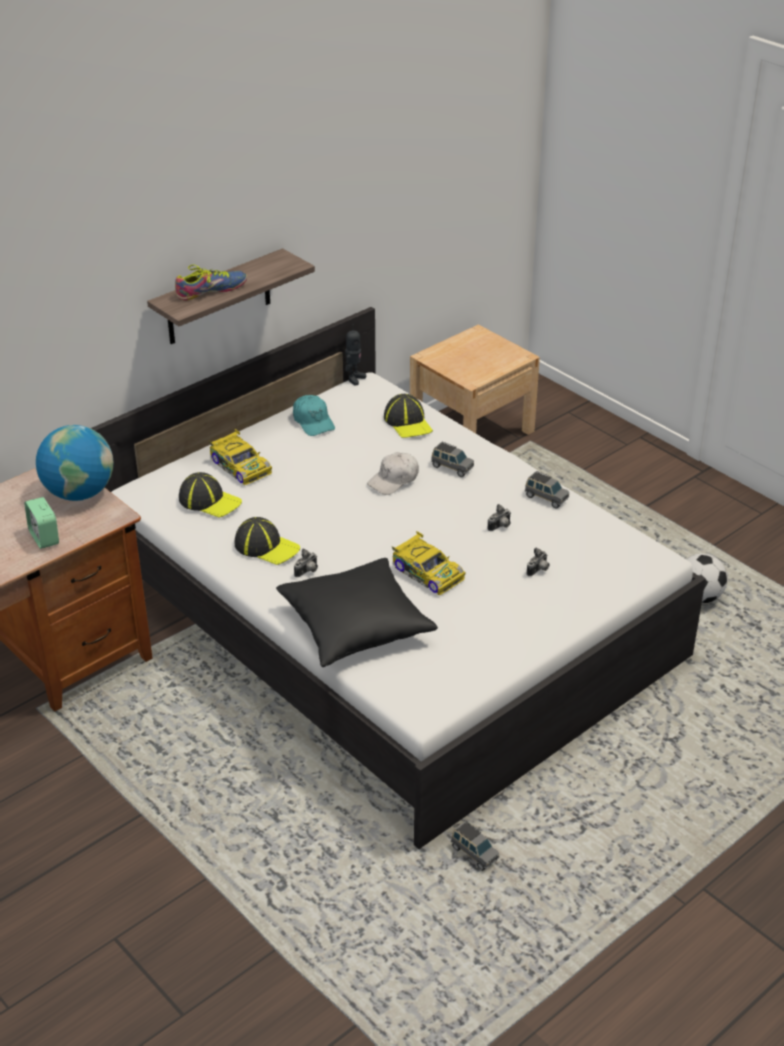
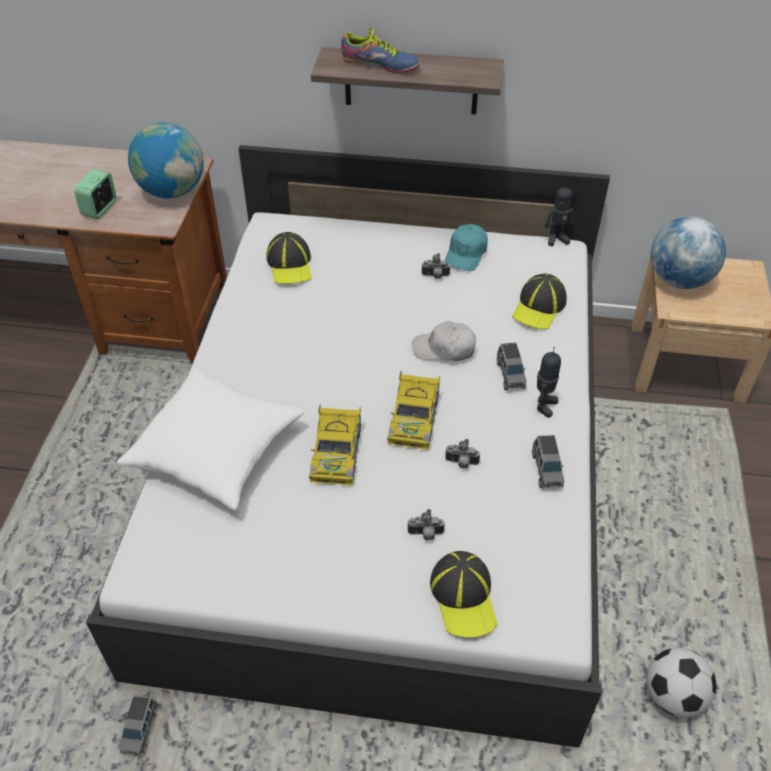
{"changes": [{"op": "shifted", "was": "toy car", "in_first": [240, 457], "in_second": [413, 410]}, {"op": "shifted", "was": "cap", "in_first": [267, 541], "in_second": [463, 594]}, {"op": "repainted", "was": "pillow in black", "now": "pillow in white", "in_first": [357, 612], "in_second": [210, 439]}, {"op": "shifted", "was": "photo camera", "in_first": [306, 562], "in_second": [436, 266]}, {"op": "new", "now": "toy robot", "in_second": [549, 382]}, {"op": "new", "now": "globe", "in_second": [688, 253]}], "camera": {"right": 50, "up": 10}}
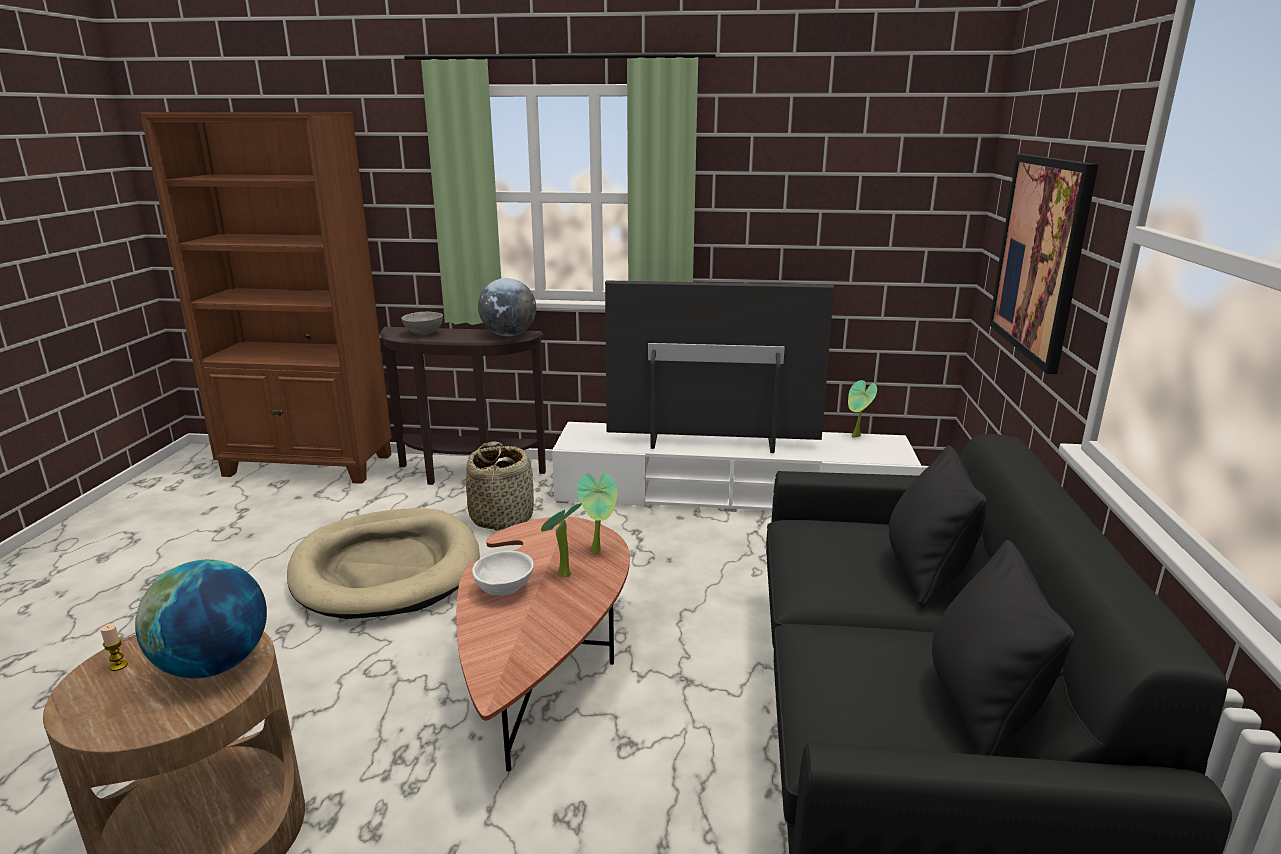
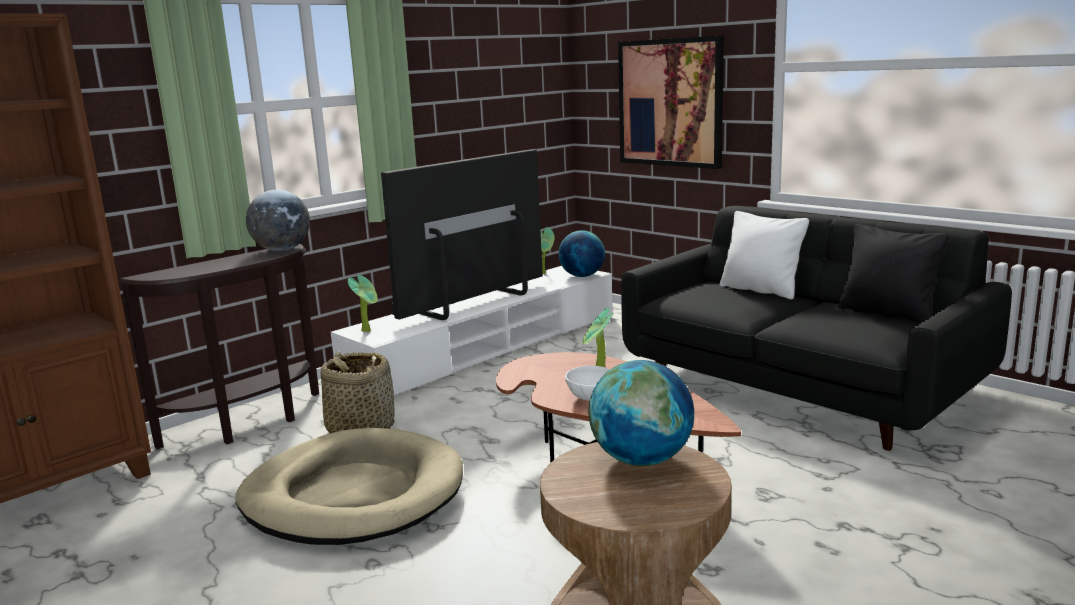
{"changes": [{"op": "gone", "was": "candle", "in_first": [114, 648]}, {"op": "gone", "was": "bowl in grey", "in_first": [422, 323]}, {"op": "shifted", "was": "potted plant", "in_first": [597, 513], "in_second": [363, 303]}, {"op": "repainted", "was": "pillow in black", "now": "pillow in white", "in_first": [938, 526], "in_second": [764, 255]}, {"op": "new", "now": "globe", "in_second": [582, 253]}], "camera": {"right": -50, "up": -5}}
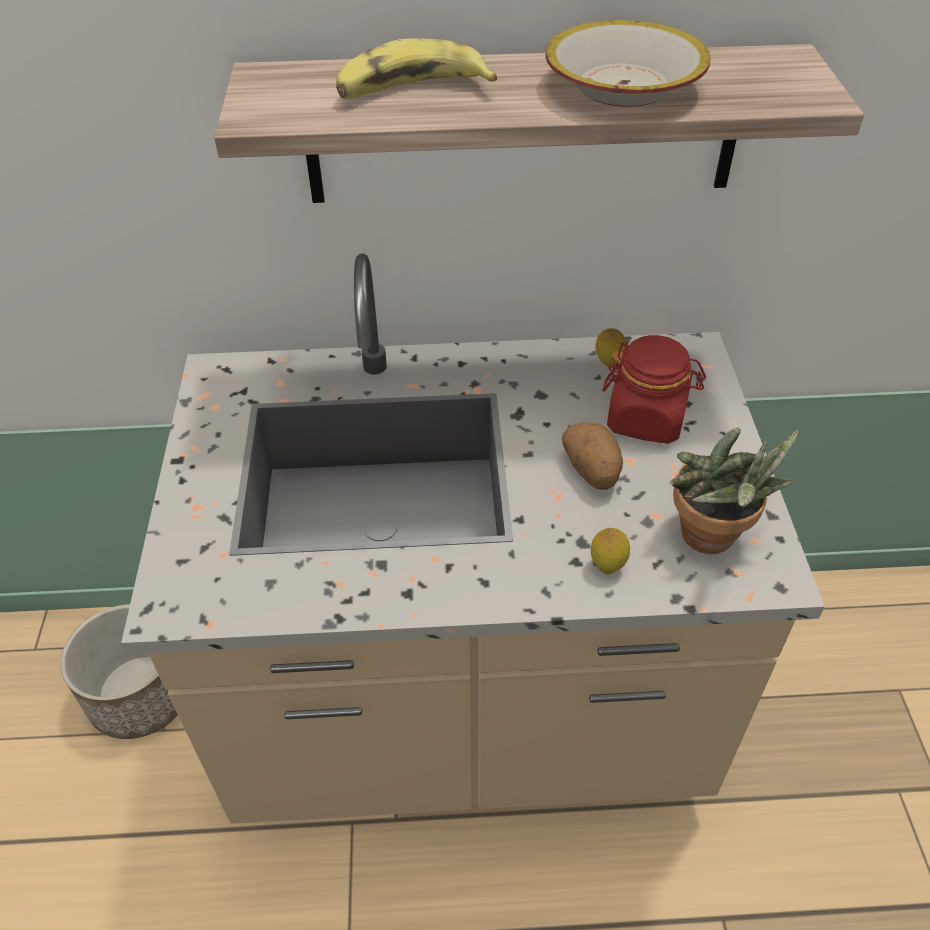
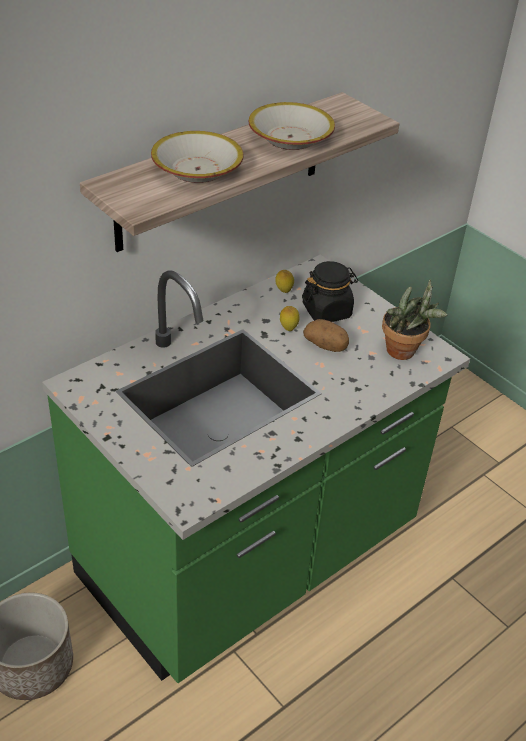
{"changes": [{"op": "repainted", "was": "counter in beige", "now": "counter in green", "in_first": [473, 539], "in_second": [256, 469]}, {"op": "swapped", "was": "banana", "now": "bowl", "in_first": [416, 69], "in_second": [197, 157]}, {"op": "shifted", "was": "lemon", "in_first": [610, 551], "in_second": [290, 318]}, {"op": "repainted", "was": "jar in red", "now": "jar in black", "in_first": [654, 389], "in_second": [330, 291]}], "camera": {"right": -40, "up": -5}}
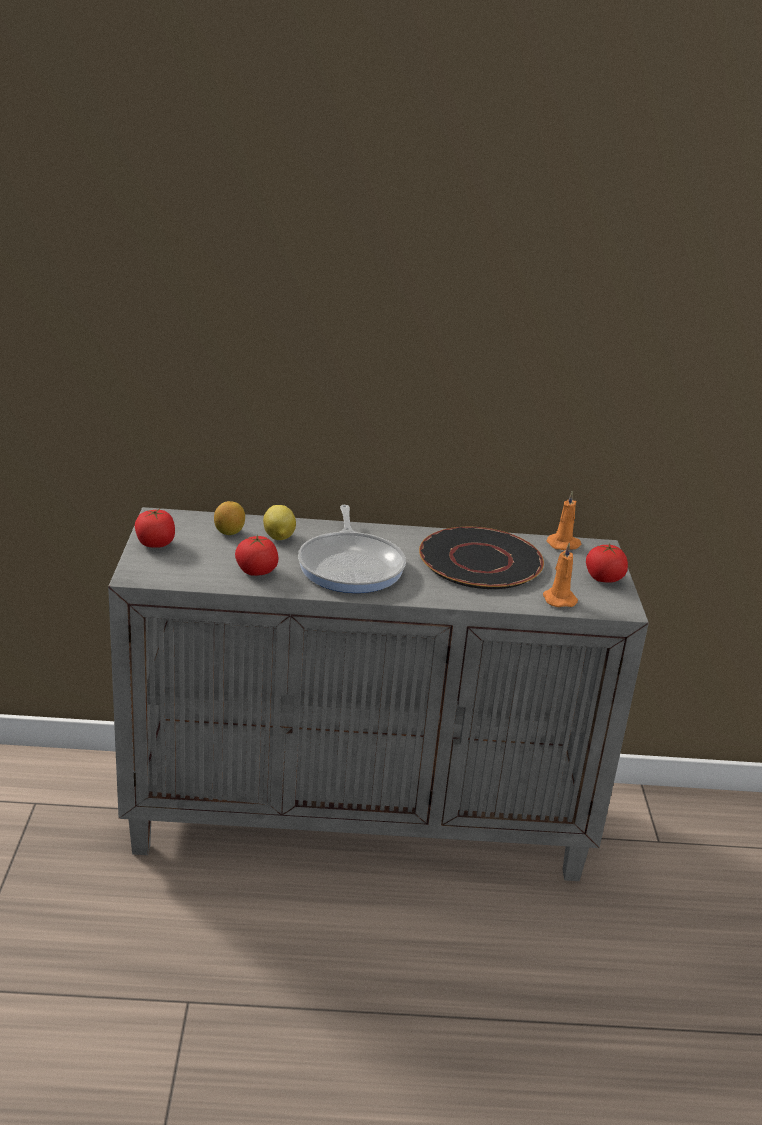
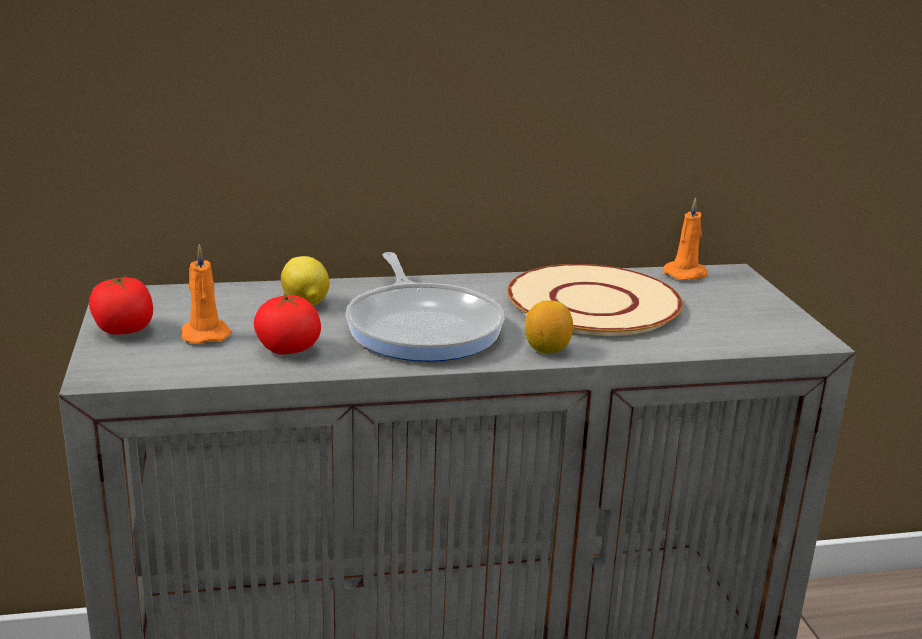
{"changes": [{"op": "shifted", "was": "lemon", "in_first": [229, 518], "in_second": [549, 327]}, {"op": "repainted", "was": "plate in black", "now": "plate in beige", "in_first": [481, 558], "in_second": [595, 300]}, {"op": "shifted", "was": "candle in orange", "in_first": [560, 575], "in_second": [206, 294]}, {"op": "gone", "was": "tomato", "in_first": [607, 563]}], "camera": {"right": -10, "up": -5}}
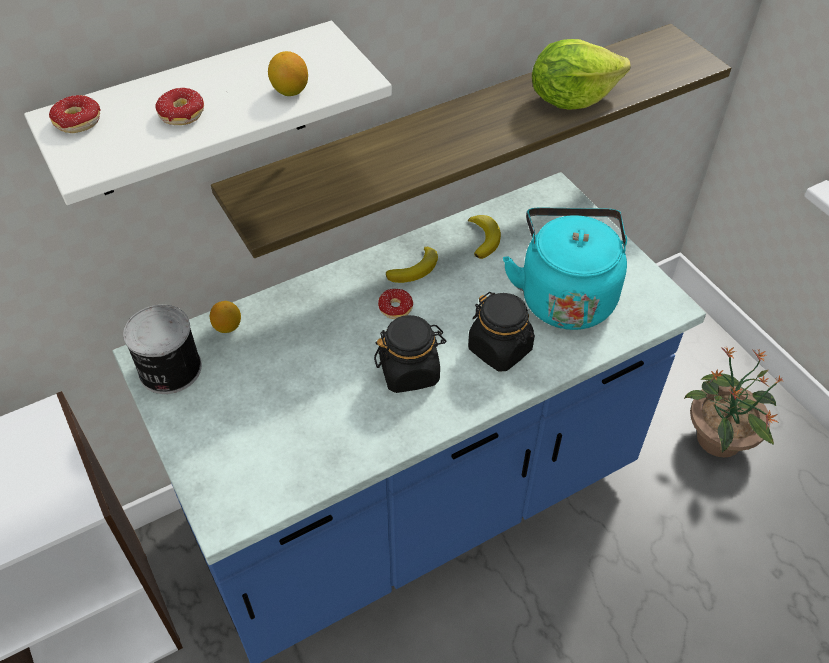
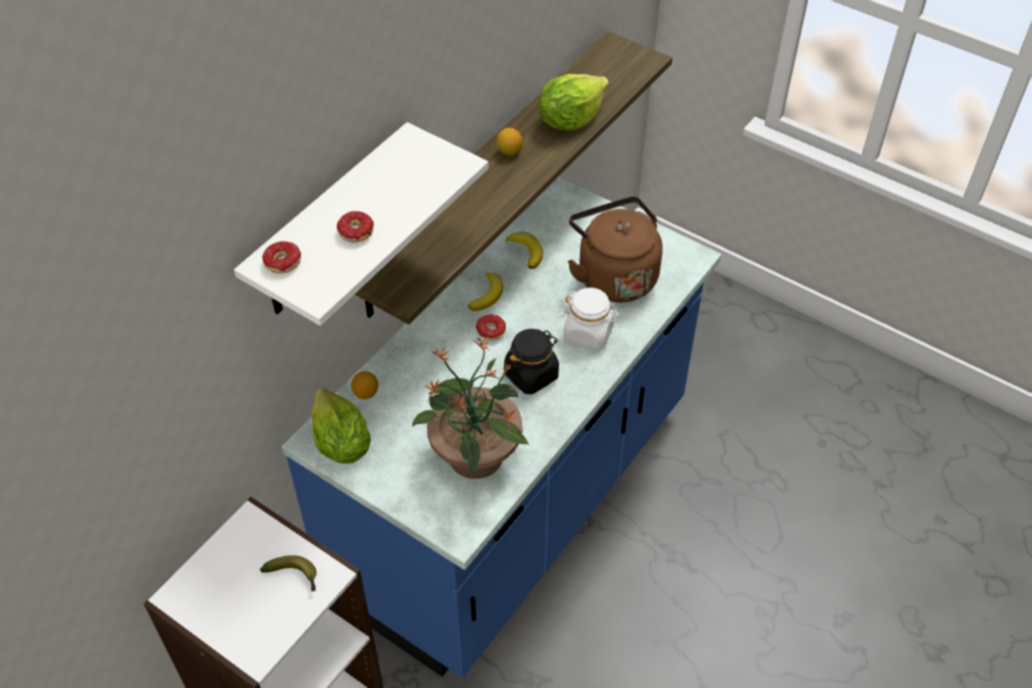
{"changes": [{"op": "swapped", "was": "can", "now": "lettuce", "in_first": [162, 349], "in_second": [341, 426]}, {"op": "shifted", "was": "lemon", "in_first": [288, 73], "in_second": [510, 142]}, {"op": "repainted", "was": "jar in black", "now": "jar in white", "in_first": [501, 331], "in_second": [590, 319]}, {"op": "repainted", "was": "kettle in turquoise", "now": "kettle in brown", "in_first": [565, 268], "in_second": [615, 249]}, {"op": "shifted", "was": "potted plant", "in_first": [733, 402], "in_second": [470, 407]}, {"op": "new", "now": "banana", "in_second": [288, 573]}], "camera": {"right": -25, "up": 0}}
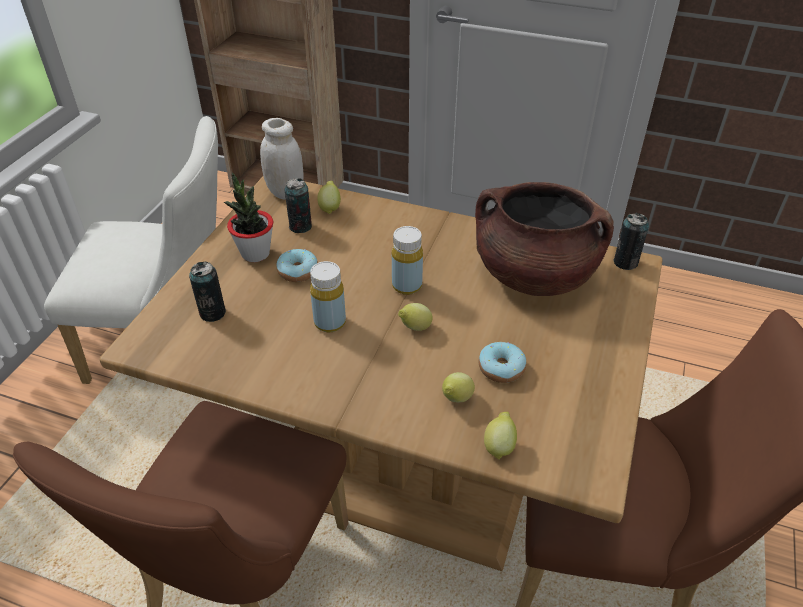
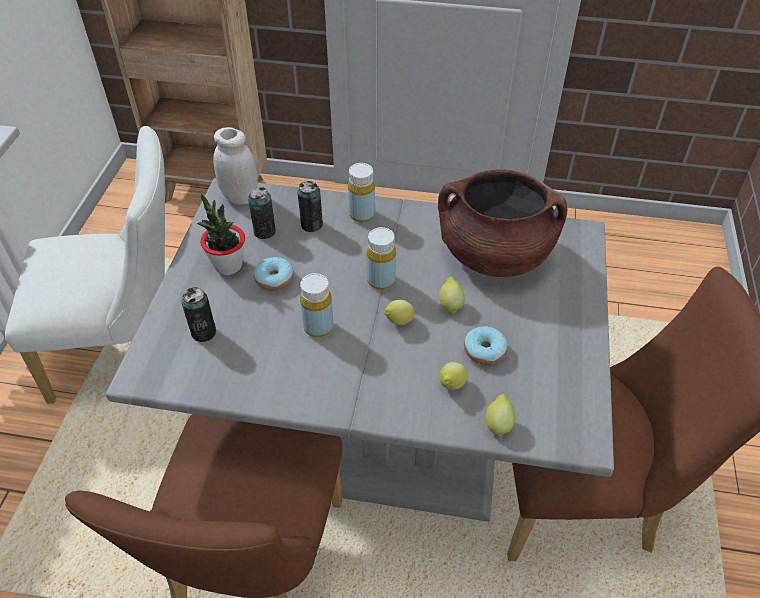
{"changes": [{"op": "repainted", "was": "dining table in brown", "now": "dining table in grey", "in_first": [381, 373], "in_second": [360, 350]}, {"op": "shifted", "was": "lemon", "in_first": [329, 197], "in_second": [452, 295]}, {"op": "shifted", "was": "can", "in_first": [631, 241], "in_second": [310, 206]}, {"op": "new", "now": "bottle in yellow", "in_second": [361, 192]}], "camera": {"right": -10, "up": 5}}
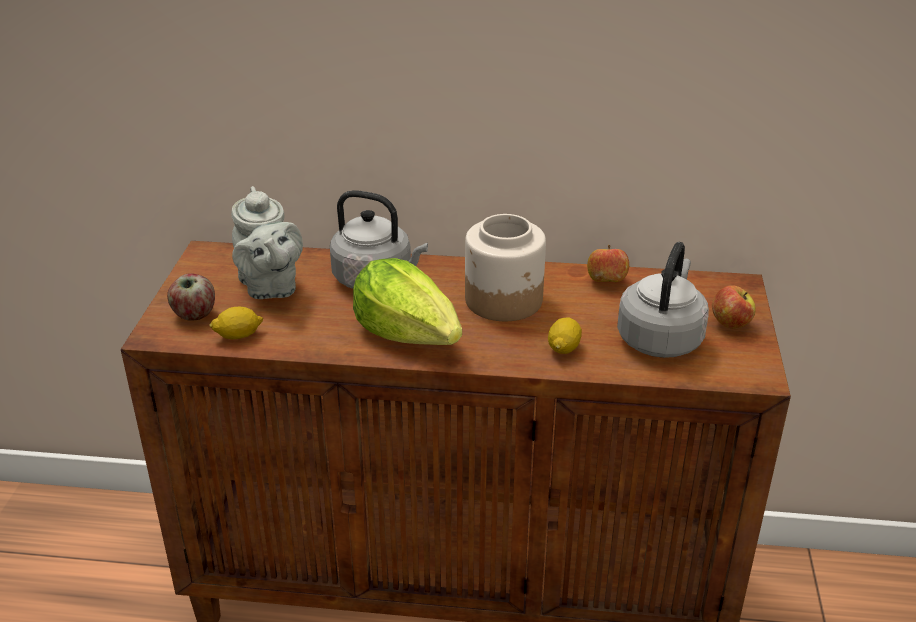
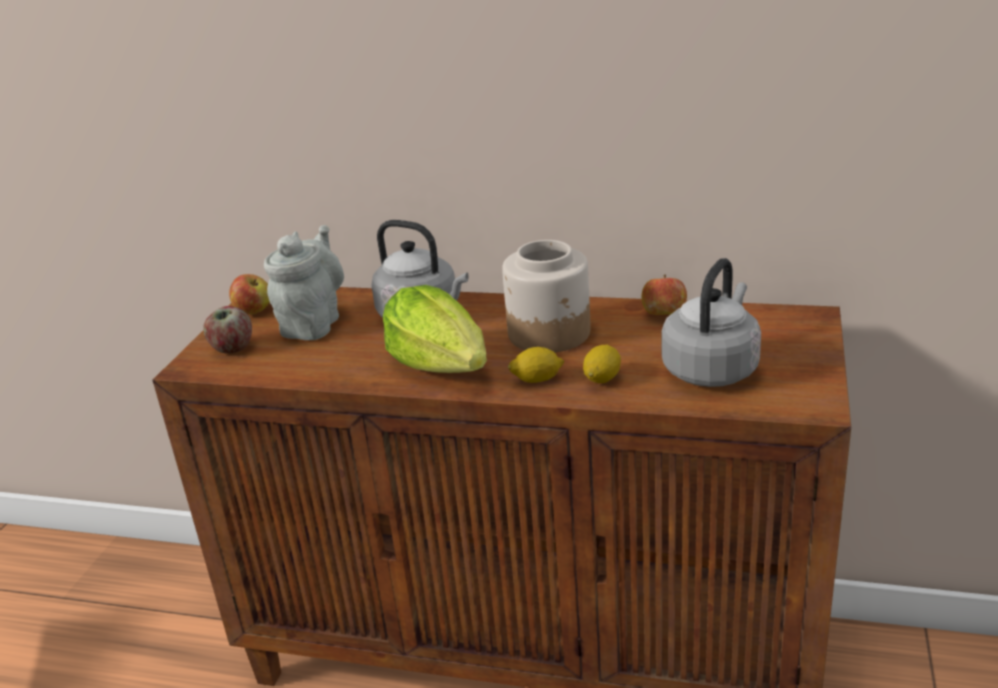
{"changes": [{"op": "shifted", "was": "lemon", "in_first": [237, 323], "in_second": [536, 365]}, {"op": "rotated", "was": "teapot in grey", "in_first": [267, 242], "in_second": [304, 282], "clockwise": -150}, {"op": "shifted", "was": "apple", "in_first": [734, 307], "in_second": [249, 294]}], "camera": {"right": 10, "up": -5}}
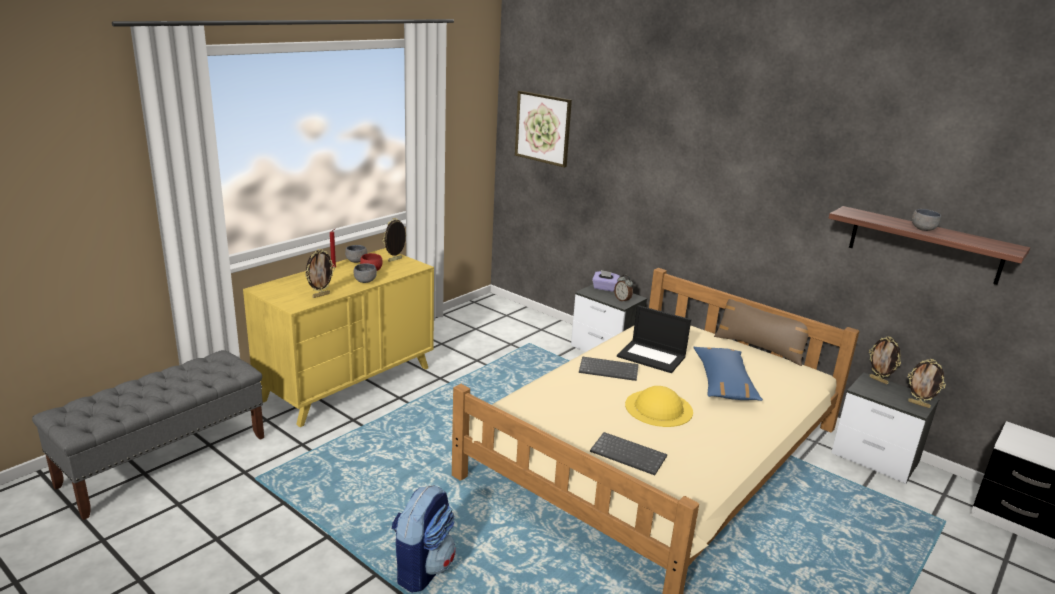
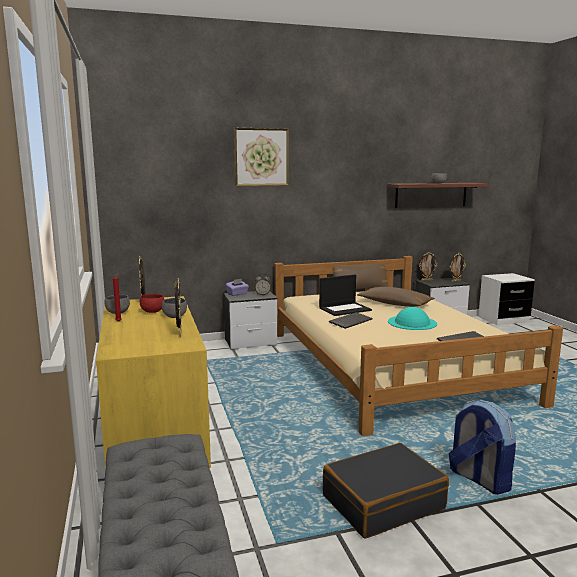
{"changes": [{"op": "shifted", "was": "picture", "in_first": [543, 129], "in_second": [261, 157]}, {"op": "repainted", "was": "hat in yellow", "now": "hat in turquoise", "in_first": [659, 406], "in_second": [412, 318]}, {"op": "repainted", "was": "pillow in blue", "now": "pillow in brown", "in_first": [728, 374], "in_second": [396, 297]}, {"op": "new", "now": "suitcase in black", "in_second": [386, 490]}], "camera": {"right": -55, "up": -10}}
